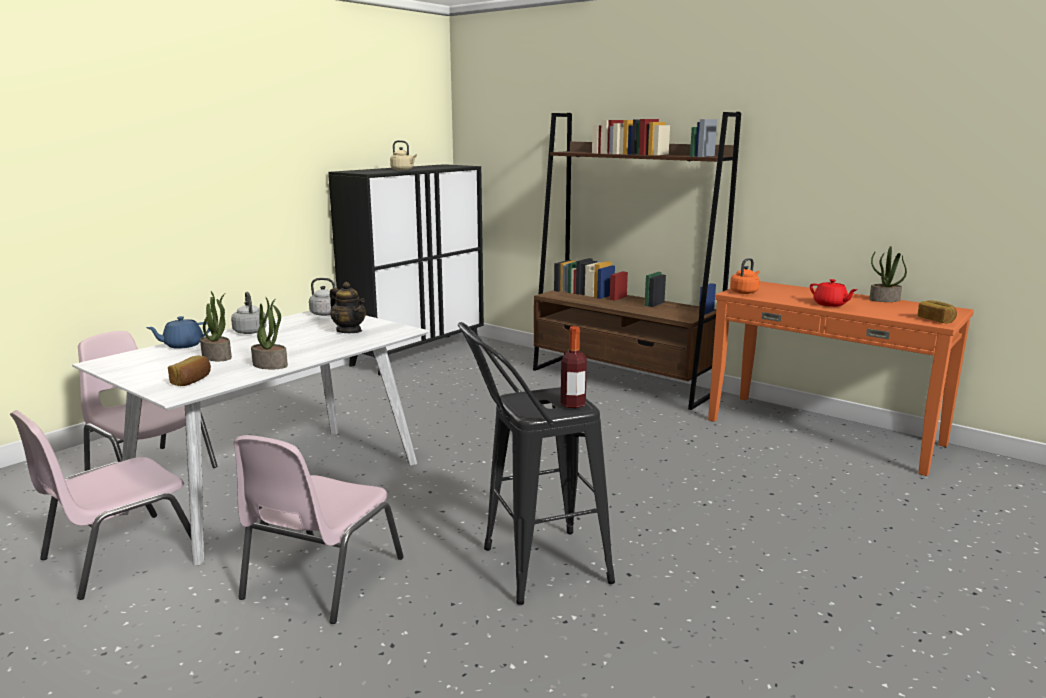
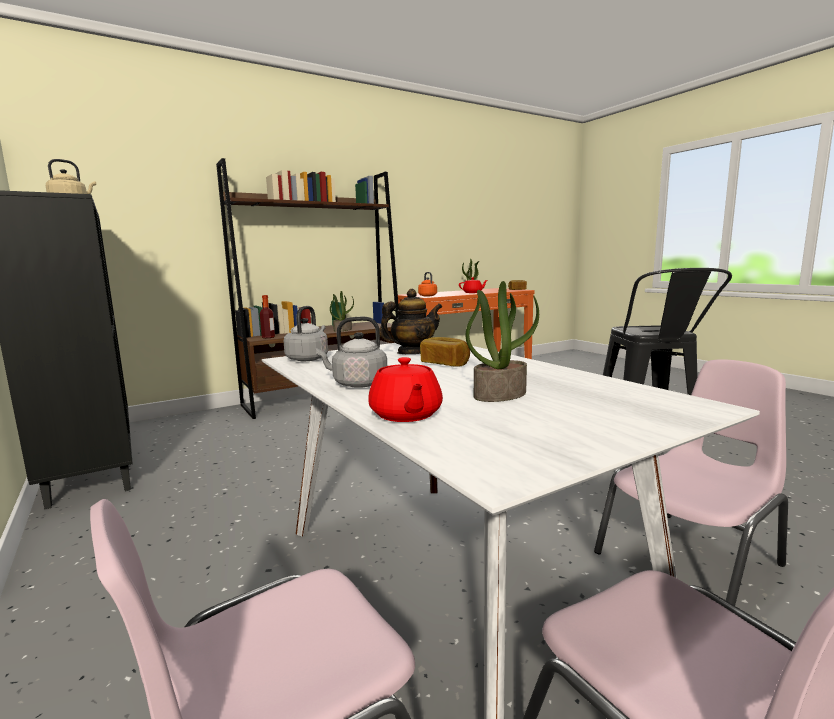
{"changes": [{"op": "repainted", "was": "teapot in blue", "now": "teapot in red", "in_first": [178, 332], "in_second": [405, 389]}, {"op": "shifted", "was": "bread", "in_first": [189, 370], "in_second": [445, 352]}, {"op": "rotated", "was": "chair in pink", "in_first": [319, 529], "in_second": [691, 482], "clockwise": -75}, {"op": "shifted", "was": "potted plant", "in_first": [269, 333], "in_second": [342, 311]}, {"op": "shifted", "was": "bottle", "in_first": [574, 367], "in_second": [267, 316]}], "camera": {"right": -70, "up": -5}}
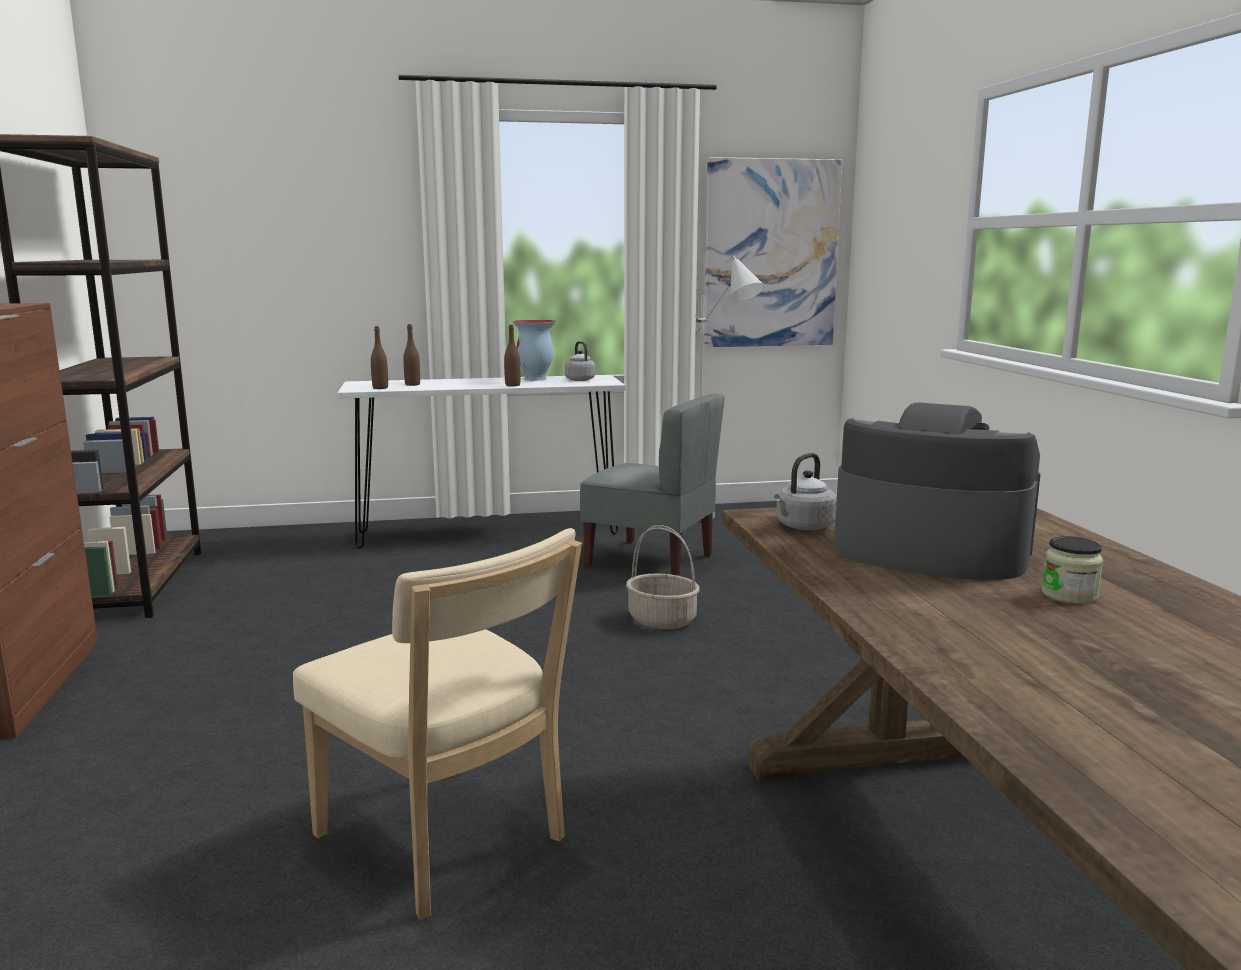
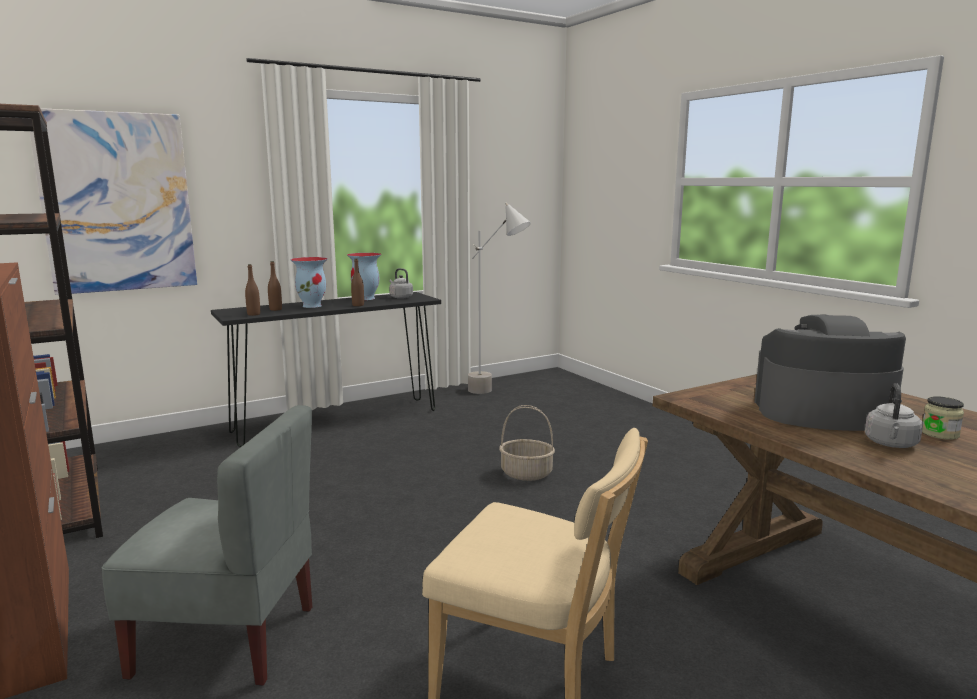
{"changes": [{"op": "repainted", "was": "console table in white", "now": "console table in black", "in_first": [481, 461], "in_second": [326, 369]}, {"op": "shifted", "was": "chair in grey", "in_first": [652, 485], "in_second": [207, 545]}, {"op": "shifted", "was": "picture", "in_first": [773, 252], "in_second": [113, 201]}, {"op": "shifted", "was": "kettle in grey", "in_first": [805, 491], "in_second": [894, 415]}, {"op": "new", "now": "vase", "in_second": [309, 282]}], "camera": {"right": -20, "up": 0}}
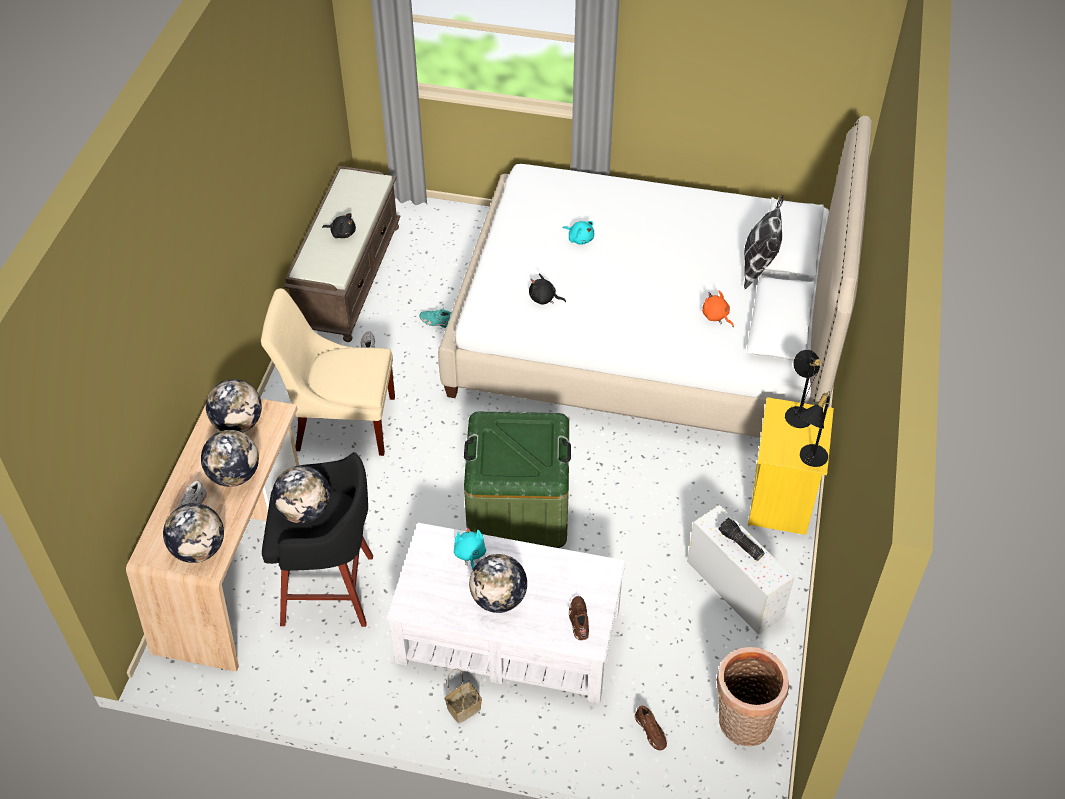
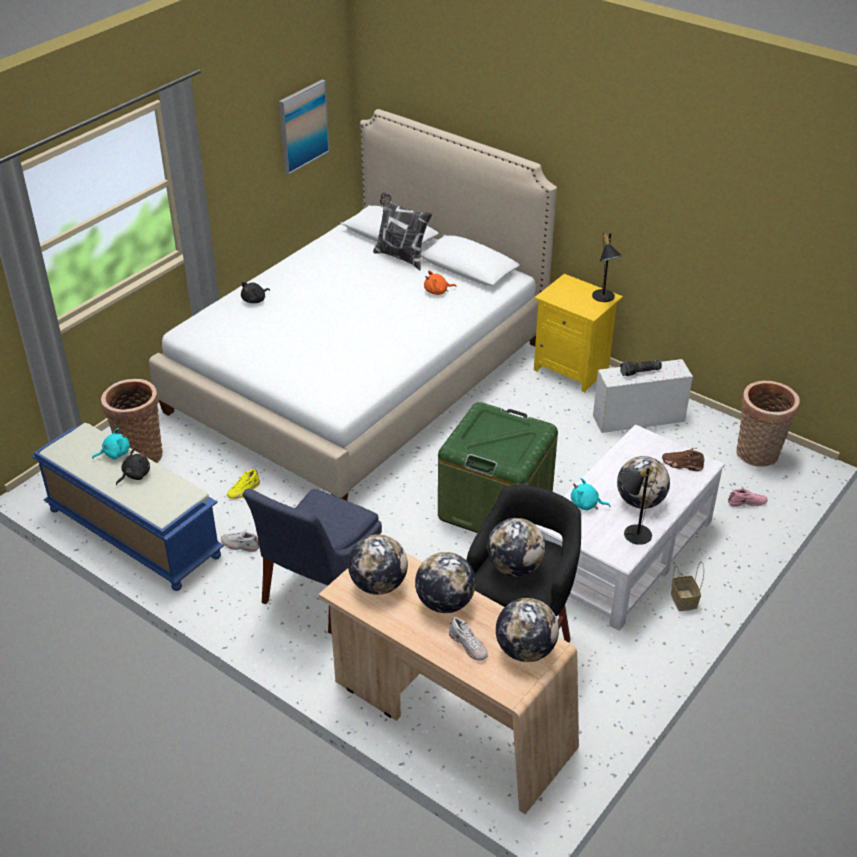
{"changes": [{"op": "repainted", "was": "chair in beige", "now": "chair in blue", "in_first": [328, 372], "in_second": [312, 561]}, {"op": "repainted", "was": "bench in brown", "now": "bench in blue", "in_first": [342, 254], "in_second": [128, 507]}, {"op": "repainted", "was": "shoe in turquoise", "now": "shoe in yellow", "in_first": [435, 318], "in_second": [243, 484]}, {"op": "shifted", "was": "plush toy in black", "in_first": [547, 289], "in_second": [255, 292]}, {"op": "shifted", "was": "plush toy in turquoise", "in_first": [578, 233], "in_second": [111, 443]}, {"op": "repainted", "was": "shoe in brown", "now": "shoe in pink", "in_first": [651, 727], "in_second": [748, 497]}, {"op": "shifted", "was": "table lamp in black", "in_first": [803, 389], "in_second": [638, 505]}, {"op": "new", "now": "basket", "in_second": [132, 421]}, {"op": "new", "now": "picture", "in_second": [304, 127]}], "camera": {"right": -65, "up": -10}}
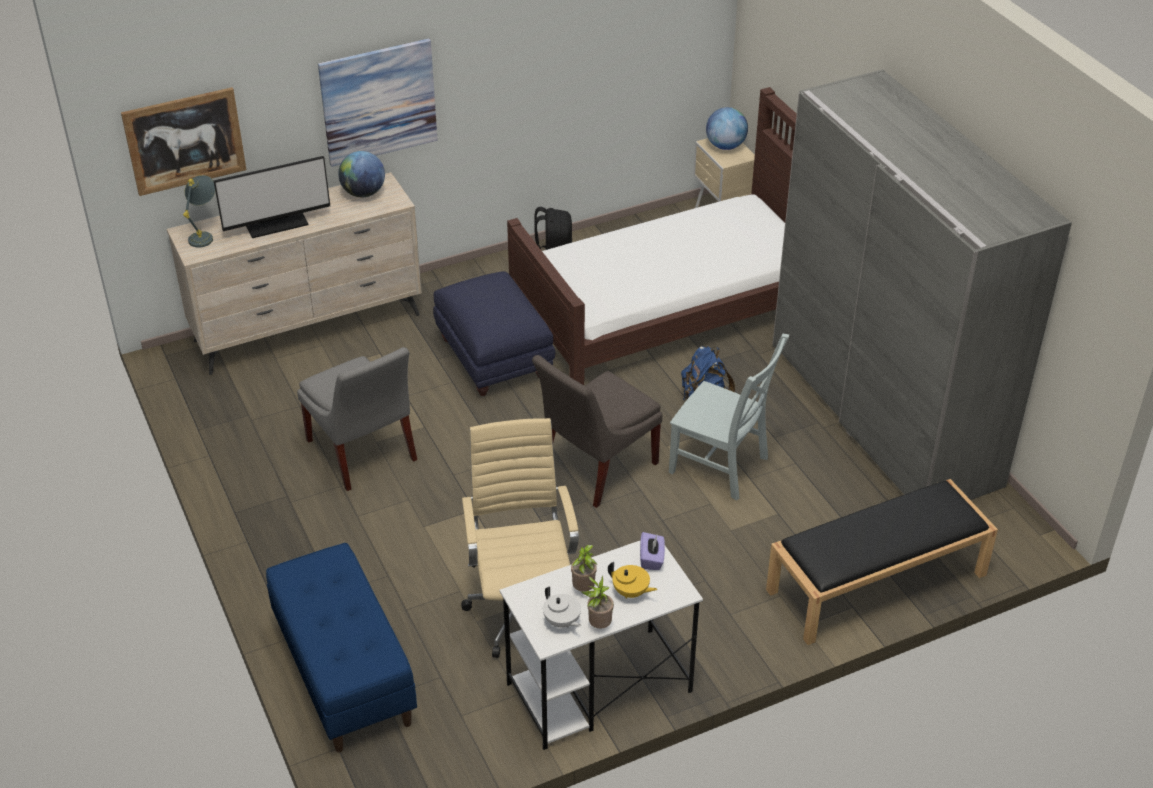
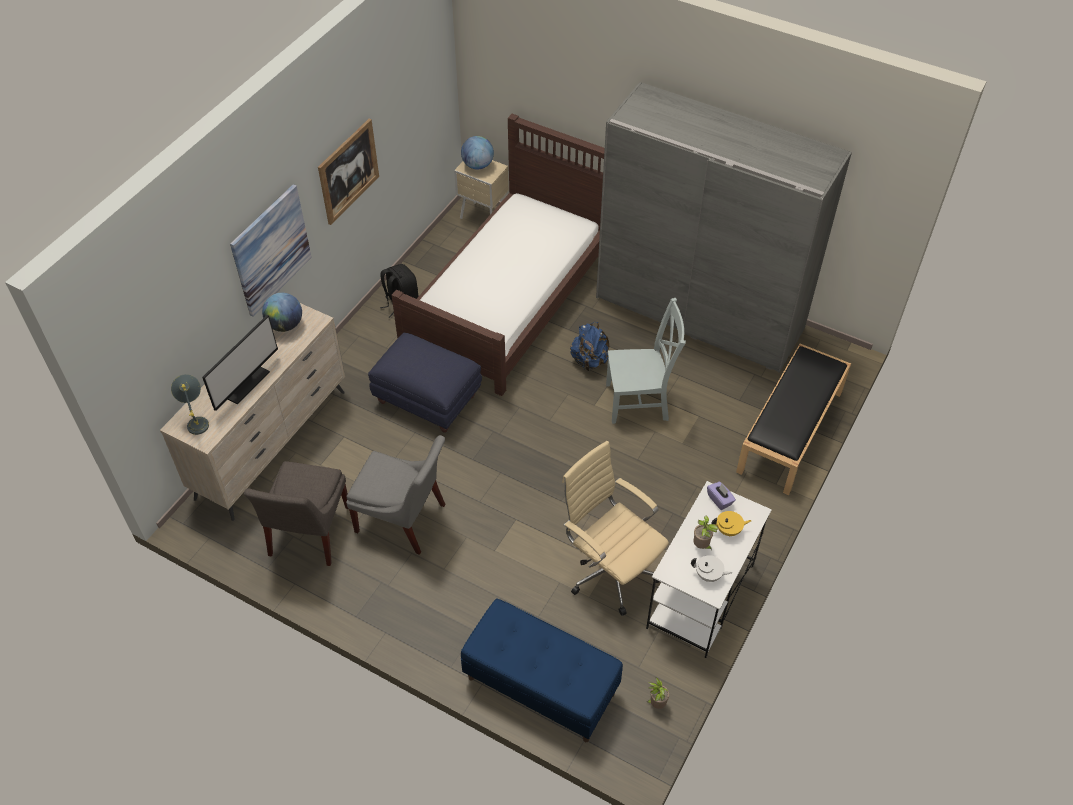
{"changes": [{"op": "shifted", "was": "picture", "in_first": [183, 141], "in_second": [348, 172]}, {"op": "shifted", "was": "chair in grey", "in_first": [597, 431], "in_second": [296, 513]}, {"op": "shifted", "was": "potted plant", "in_first": [600, 602], "in_second": [657, 693]}], "camera": {"right": -35, "up": 10}}
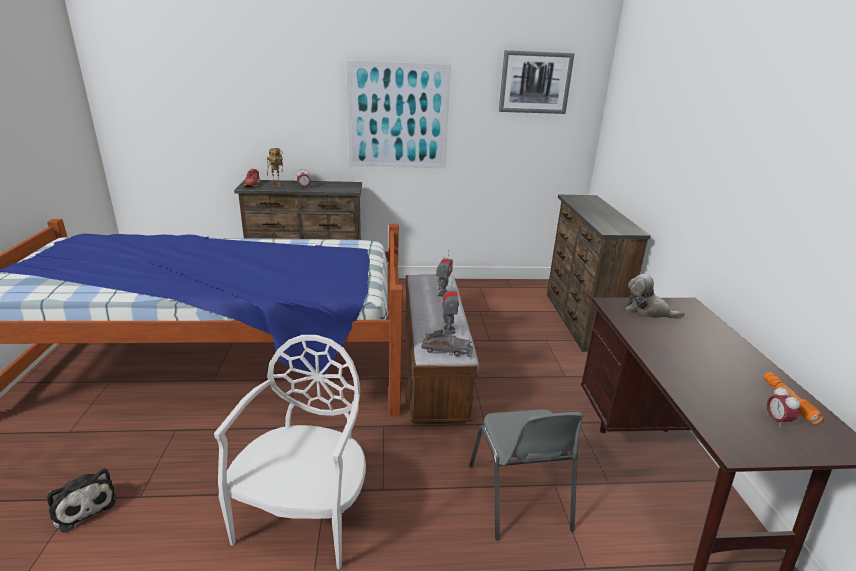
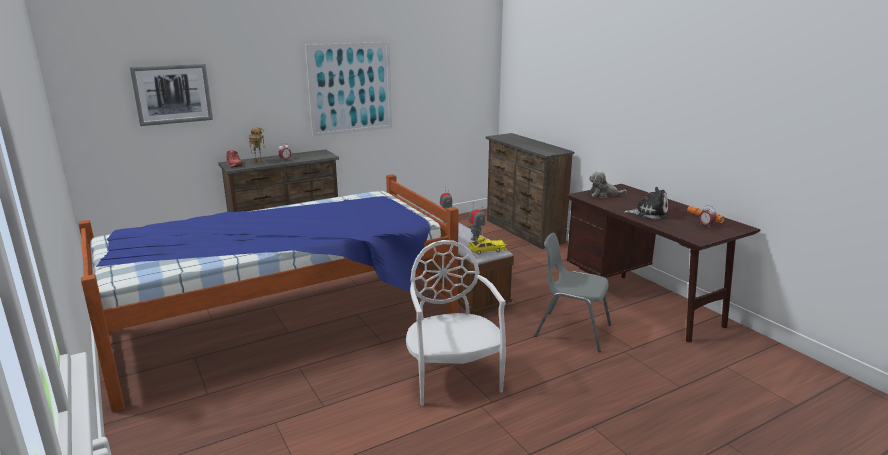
{"changes": [{"op": "shifted", "was": "plush toy", "in_first": [82, 500], "in_second": [646, 203]}, {"op": "repainted", "was": "toy car in grey", "now": "toy car in yellow", "in_first": [447, 343], "in_second": [488, 245]}, {"op": "rotated", "was": "chair in grey", "in_first": [526, 474], "in_second": [572, 292], "clockwise": 150}, {"op": "shifted", "was": "picture", "in_first": [536, 82], "in_second": [171, 95]}], "camera": {"right": -25, "up": -5}}
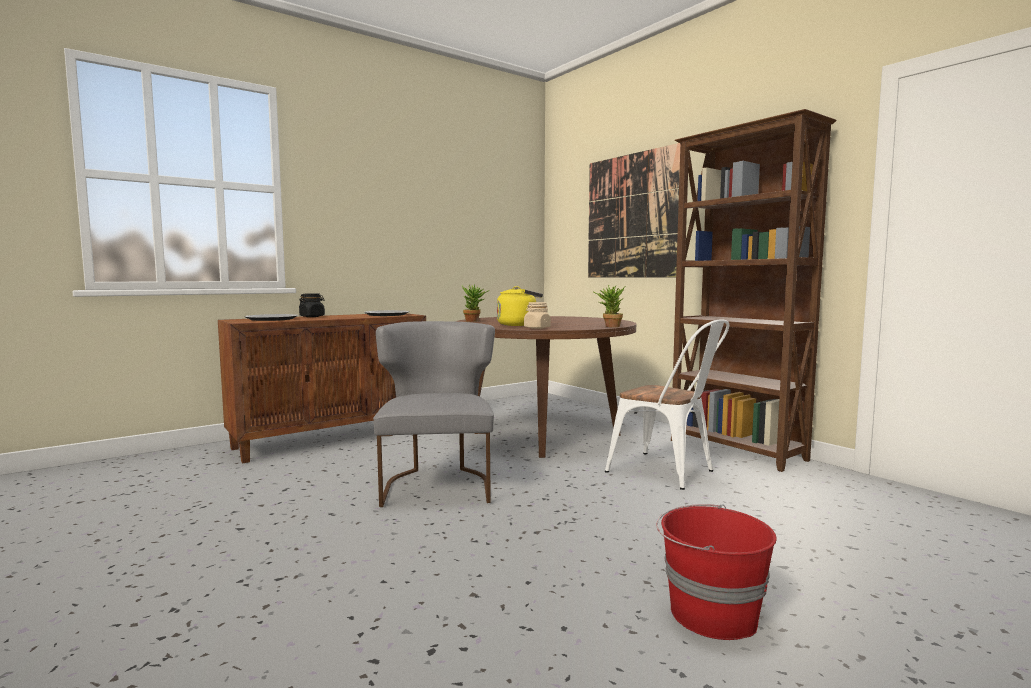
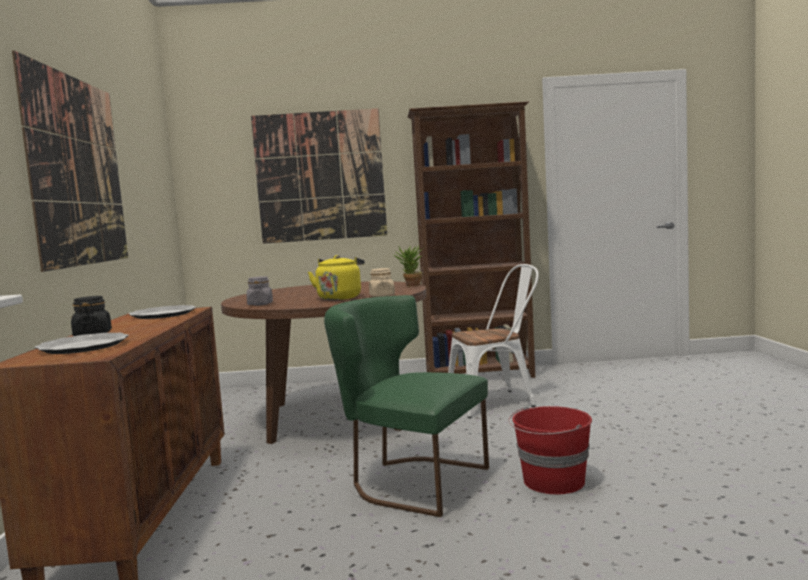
{"changes": [{"op": "repainted", "was": "chair in grey", "now": "chair in green", "in_first": [434, 414], "in_second": [406, 406]}, {"op": "swapped", "was": "potted plant", "now": "jar in grey", "in_first": [476, 303], "in_second": [259, 291]}, {"op": "shifted", "was": "bucket in red", "in_first": [716, 572], "in_second": [550, 450]}, {"op": "new", "now": "picture", "in_second": [70, 161]}], "camera": {"right": -55, "up": 0}}
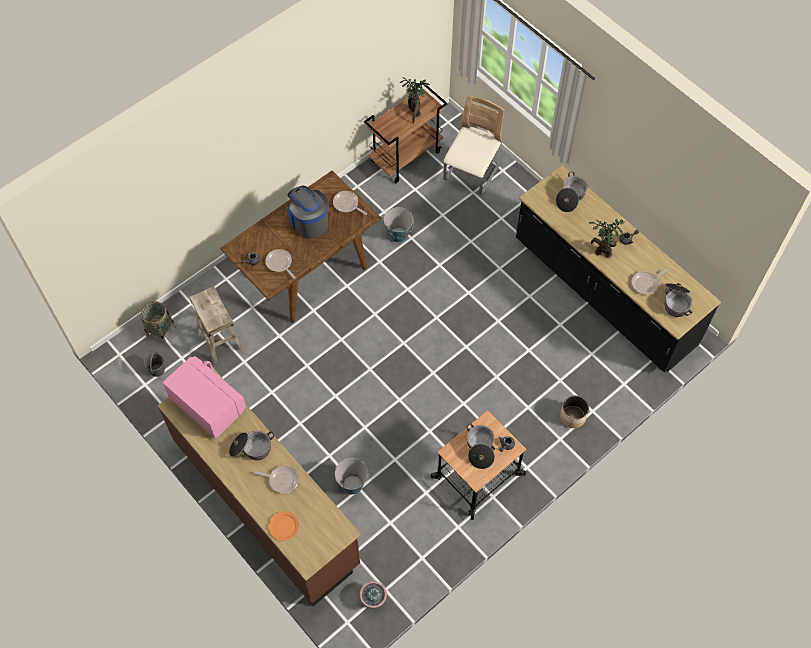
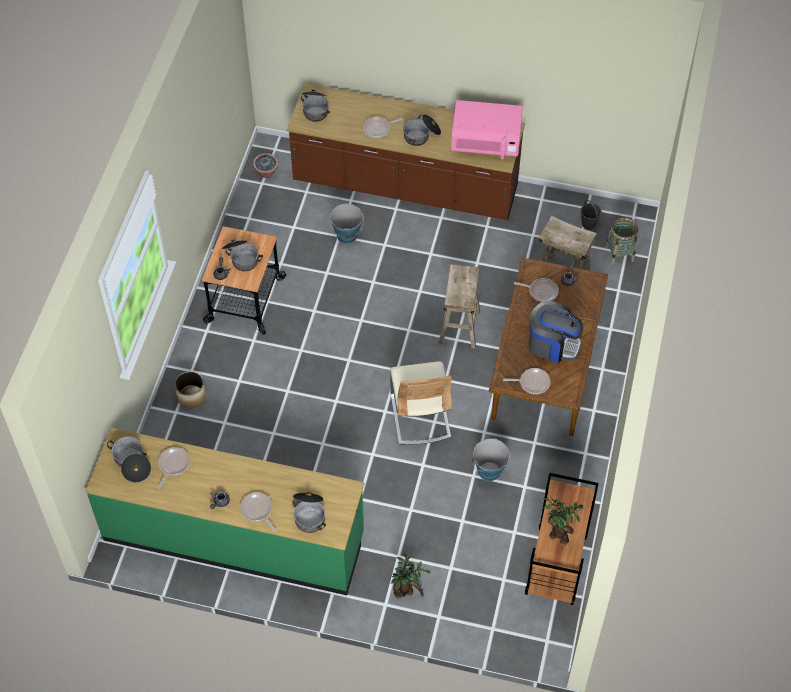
{"changes": [{"op": "gone", "was": "plate in orange", "in_first": [283, 526]}, {"op": "shifted", "was": "chair in beige", "in_first": [473, 145], "in_second": [421, 403]}, {"op": "repainted", "was": "counter in black", "now": "counter in green", "in_first": [618, 268], "in_second": [224, 511]}, {"op": "shifted", "was": "potted plant", "in_first": [607, 238], "in_second": [411, 576]}, {"op": "new", "now": "frying pan", "in_second": [258, 511]}, {"op": "new", "now": "cooking pot", "in_second": [315, 106]}, {"op": "new", "now": "stool in beige", "in_second": [459, 306]}], "camera": {"right": 145, "up": -5}}
